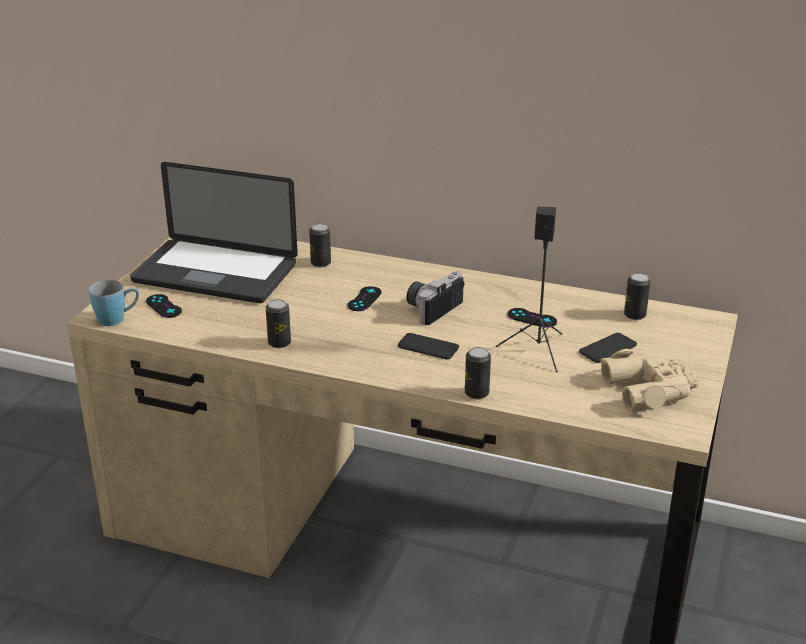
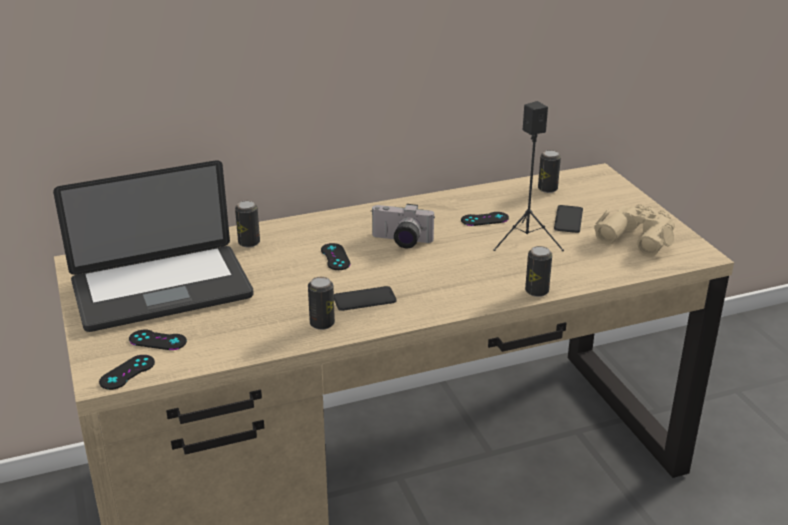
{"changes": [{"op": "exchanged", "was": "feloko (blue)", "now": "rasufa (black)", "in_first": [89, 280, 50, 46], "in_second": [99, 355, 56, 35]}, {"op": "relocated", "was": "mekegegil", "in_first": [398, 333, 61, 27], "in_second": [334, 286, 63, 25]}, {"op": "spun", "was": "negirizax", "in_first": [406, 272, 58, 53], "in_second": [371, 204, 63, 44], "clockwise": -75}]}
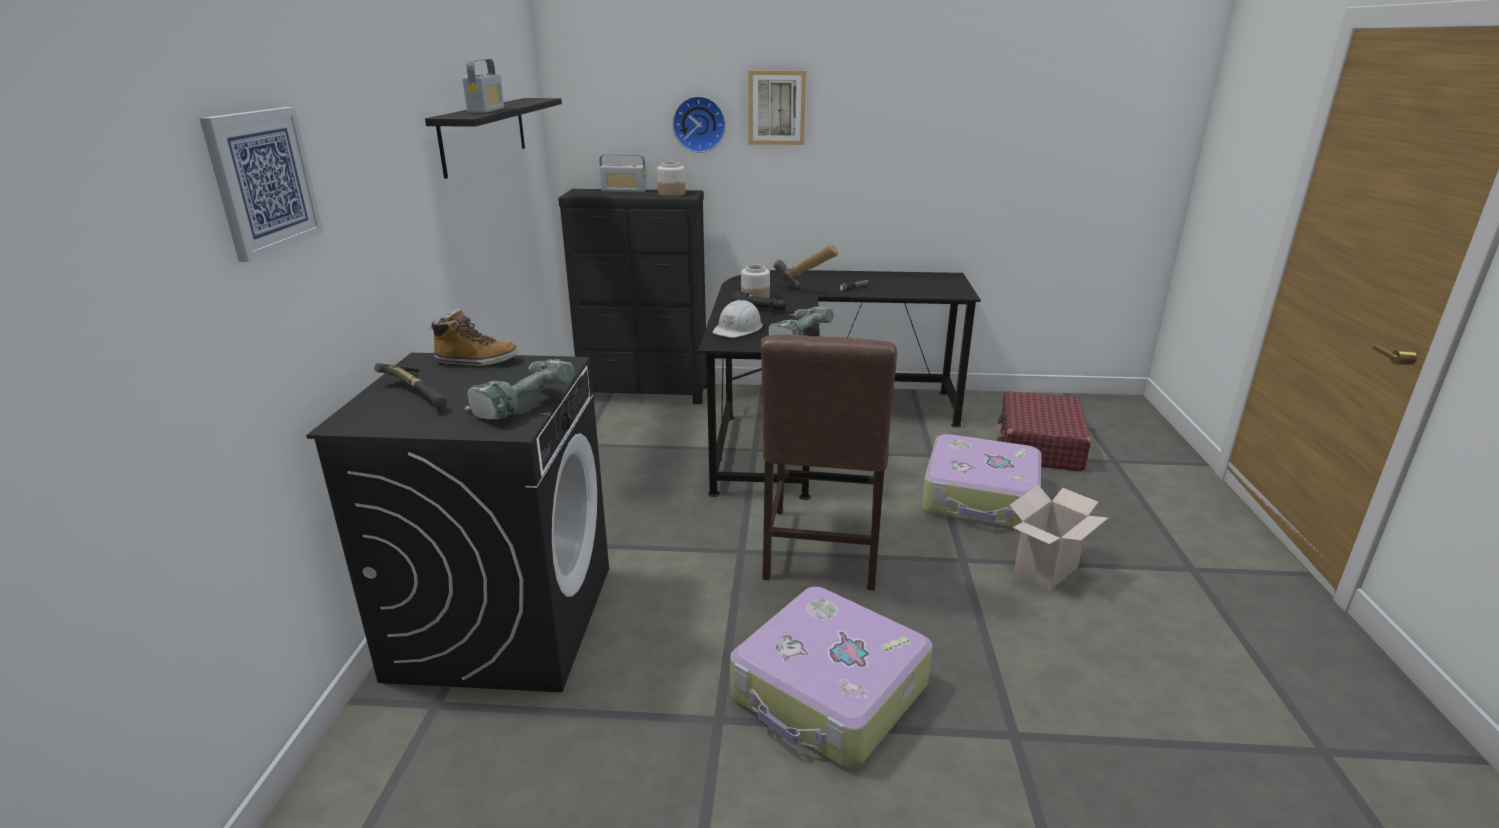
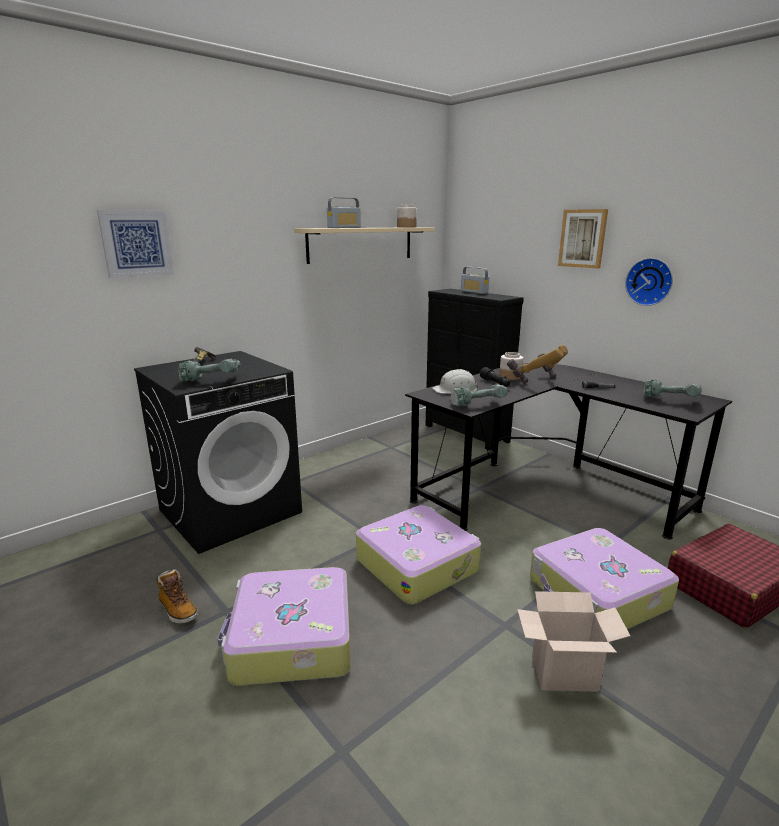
{"changes": [{"op": "relocated", "was": "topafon", "in_first": [429, 308, 90, 59], "in_second": [156, 569, 42, 55]}, {"op": "colour", "was": "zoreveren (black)", "now": "zoreveren (beige)", "in_first": [425, 98, 137, 81], "in_second": [294, 227, 141, 37]}, {"op": "exchanged", "was": "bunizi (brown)", "now": "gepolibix", "in_first": [761, 334, 136, 256], "in_second": [356, 505, 125, 100]}, {"op": "relocated", "was": "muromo", "in_first": [657, 162, 29, 34], "in_second": [397, 204, 20, 23]}, {"op": "appeared", "now": "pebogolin", "in_second": [507, 348, 57, 35]}, {"op": "relocated", "was": "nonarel", "in_first": [672, 96, 54, 57], "in_second": [625, 258, 48, 48]}, {"op": "appeared", "now": "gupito", "in_second": [643, 379, 59, 19]}]}
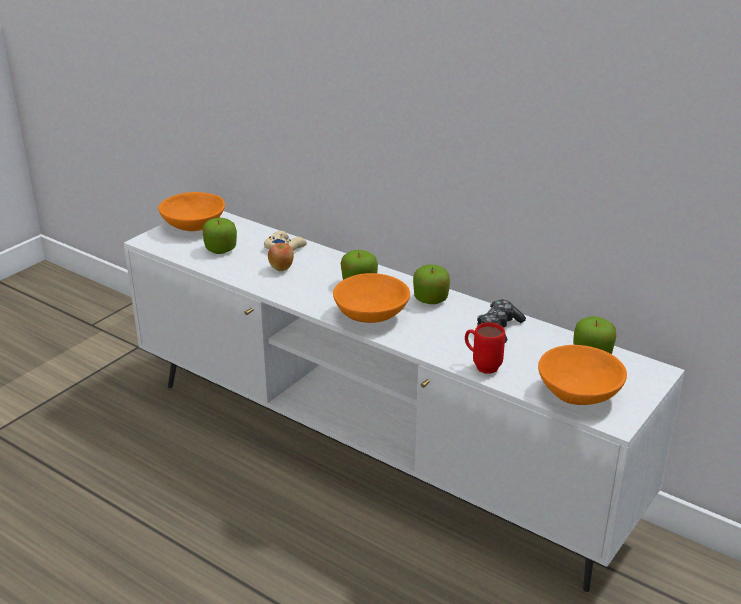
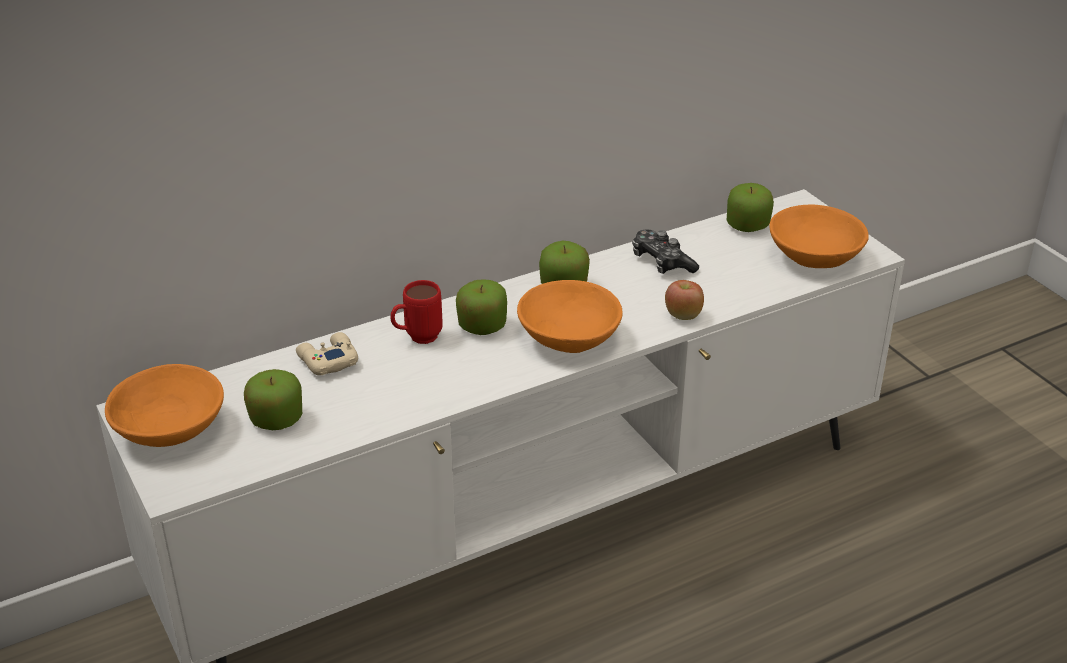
{"changes": [{"op": "relocated", "was": "feloko (red)", "in_first": [465, 322, 40, 52], "in_second": [390, 280, 53, 64]}, {"op": "relocated", "was": "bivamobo", "in_first": [268, 243, 26, 28], "in_second": [665, 280, 39, 40]}]}
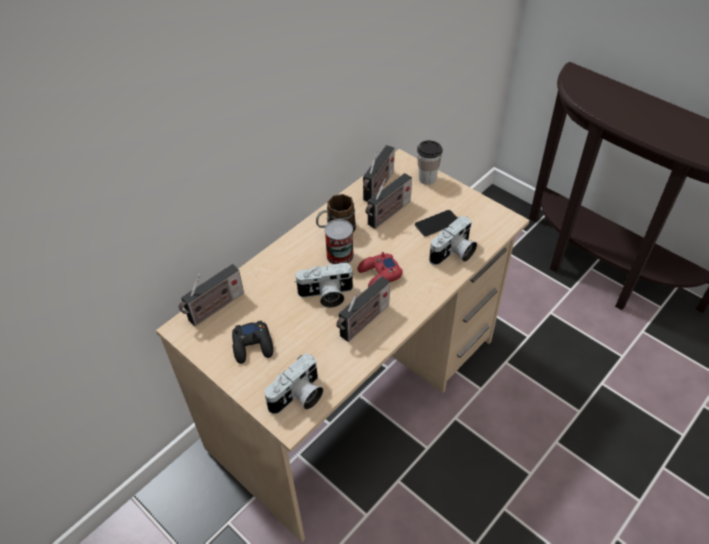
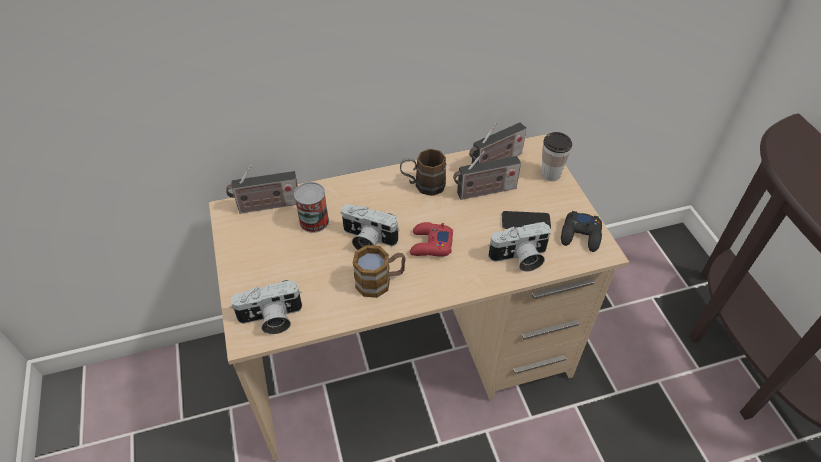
{"changes": [{"op": "relocated", "was": "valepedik", "in_first": [325, 219, 29, 45], "in_second": [294, 182, 35, 51]}, {"op": "exchanged", "was": "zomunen", "now": "feloko", "in_first": [336, 276, 54, 66], "in_second": [353, 245, 52, 53]}, {"op": "relocated", "was": "rasufa (black)", "in_first": [232, 320, 41, 44], "in_second": [561, 211, 41, 41]}]}
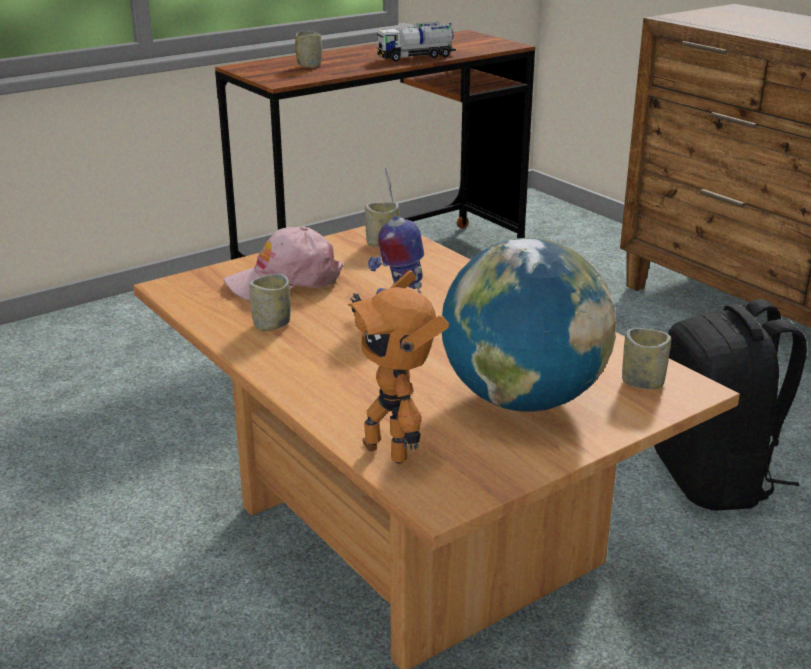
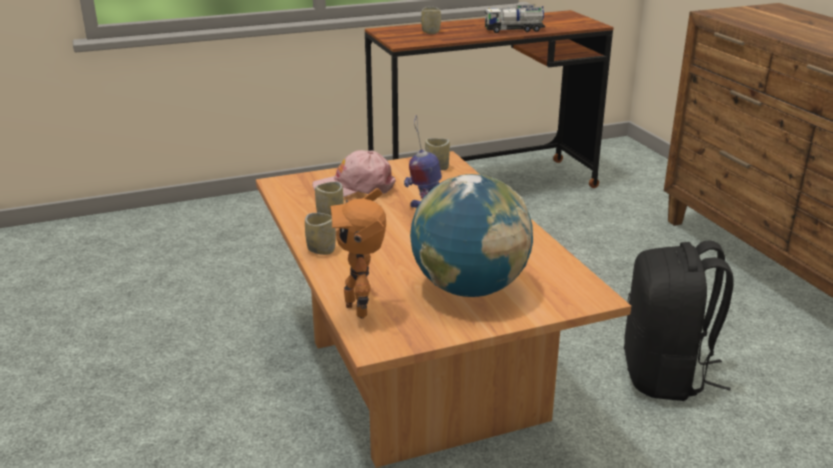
{"changes": [{"op": "relocated", "was": "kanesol", "in_first": [622, 328, 49, 61], "in_second": [305, 213, 31, 42]}]}
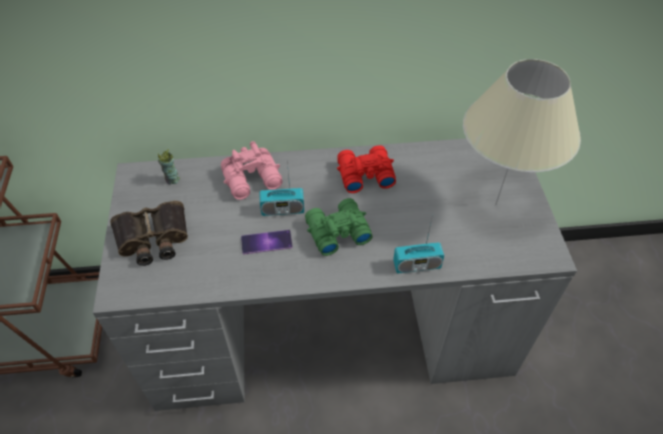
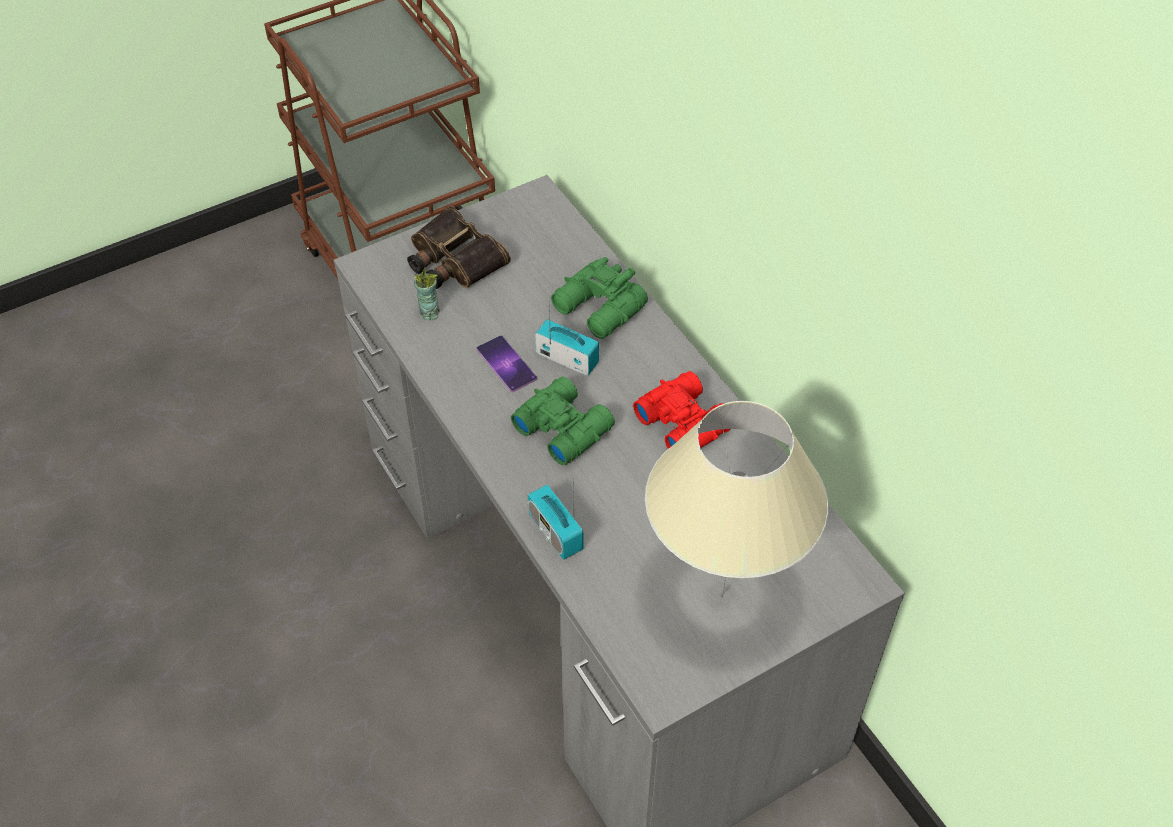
{"changes": [{"op": "relocated", "was": "kanesol", "in_first": [158, 149, 22, 36], "in_second": [414, 269, 26, 51]}, {"op": "spun", "was": "zomunen", "in_first": [260, 161, 44, 55], "in_second": [535, 308, 64, 68], "clockwise": 150}, {"op": "colour", "was": "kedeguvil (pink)", "now": "kedeguvil (green)", "in_first": [221, 141, 62, 59], "in_second": [551, 257, 97, 82]}]}
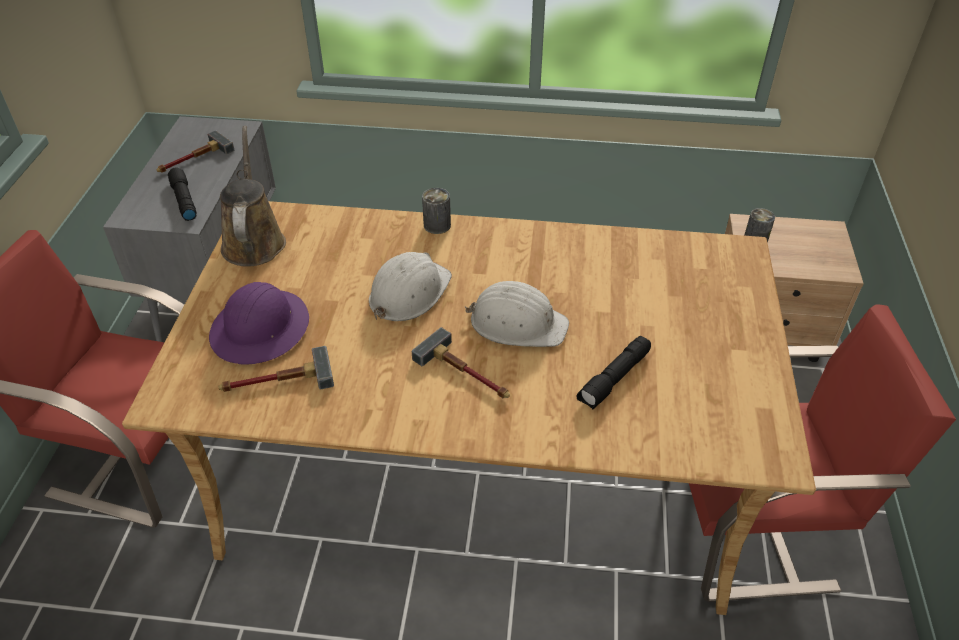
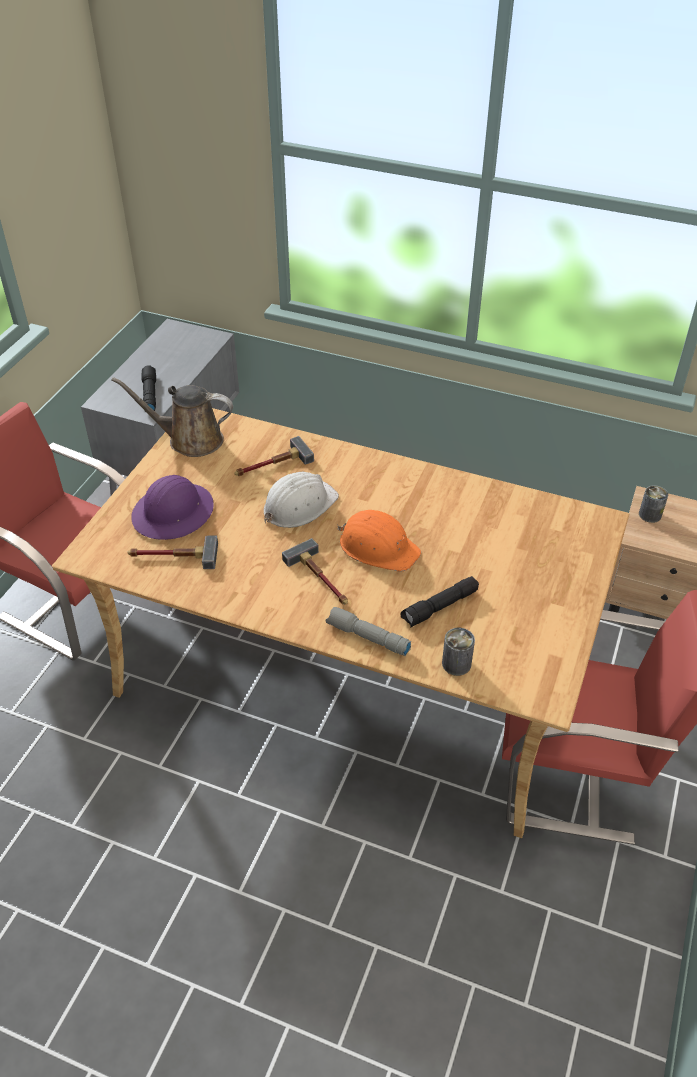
{"changes": [{"op": "spun", "was": "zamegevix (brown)", "in_first": [220, 126, 66, 141], "in_second": [111, 377, 122, 80], "clockwise": -90}, {"op": "relocated", "was": "pebogolin", "in_first": [156, 130, 79, 43], "in_second": [234, 436, 80, 40]}, {"op": "appeared", "now": "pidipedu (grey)", "in_second": [325, 607, 86, 49]}, {"op": "colour", "was": "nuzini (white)", "now": "nuzini (orange)", "in_first": [465, 281, 104, 66], "in_second": [338, 510, 83, 62]}, {"op": "relocated", "was": "valepedik", "in_first": [422, 188, 29, 46], "in_second": [442, 628, 33, 48]}]}
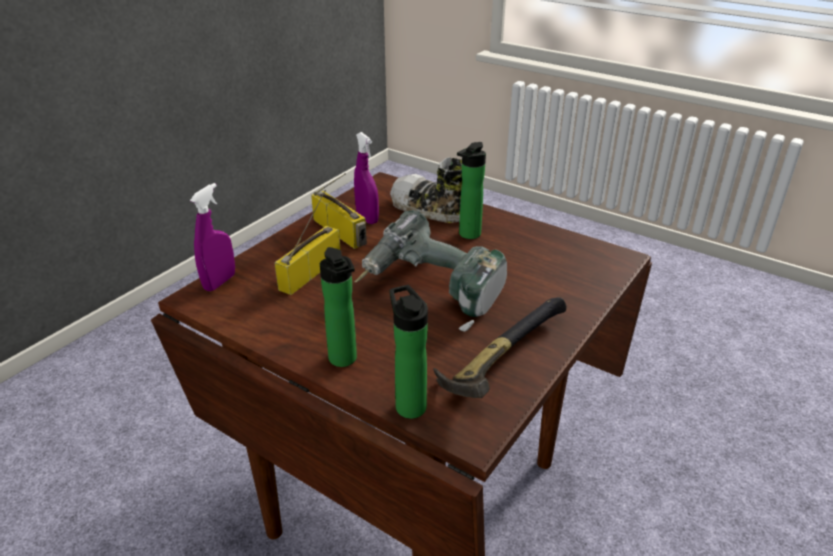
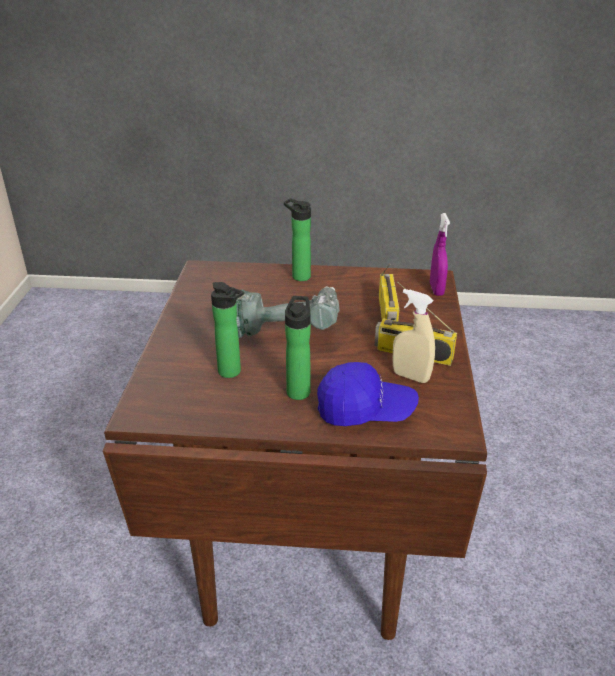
{"changes": [{"op": "relocated", "was": "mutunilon", "in_first": [390, 285, 38, 134], "in_second": [211, 282, 33, 96]}, {"op": "exchanged", "was": "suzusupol", "now": "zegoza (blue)", "in_first": [390, 157, 72, 66], "in_second": [317, 362, 102, 64]}, {"op": "colour", "was": "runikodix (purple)", "now": "runikodix (beige)", "in_first": [354, 132, 25, 92], "in_second": [392, 289, 43, 94]}, {"op": "missing", "was": "pebogolin", "in_first": [433, 297, 134, 101]}]}
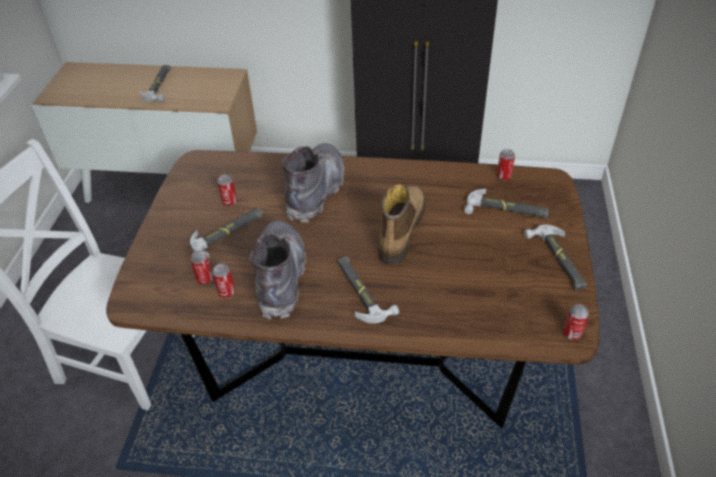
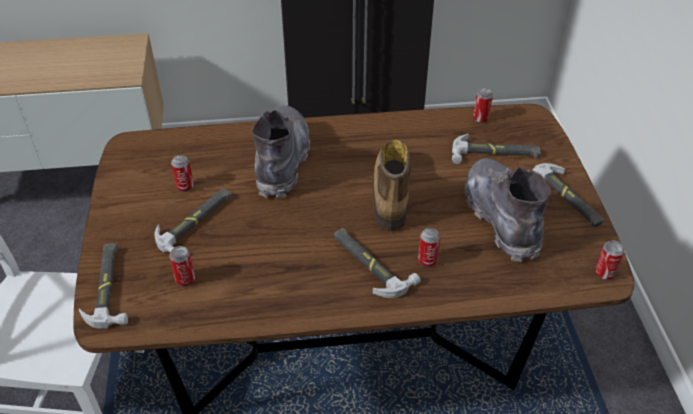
{"changes": [{"op": "relocated", "was": "pebogolin", "in_first": [139, 65, 32, 37], "in_second": [79, 243, 49, 86]}, {"op": "relocated", "was": "valepedik", "in_first": [213, 263, 22, 35], "in_second": [418, 228, 22, 39]}, {"op": "relocated", "was": "topafon (grey)", "in_first": [250, 221, 56, 99], "in_second": [464, 158, 87, 104]}]}
